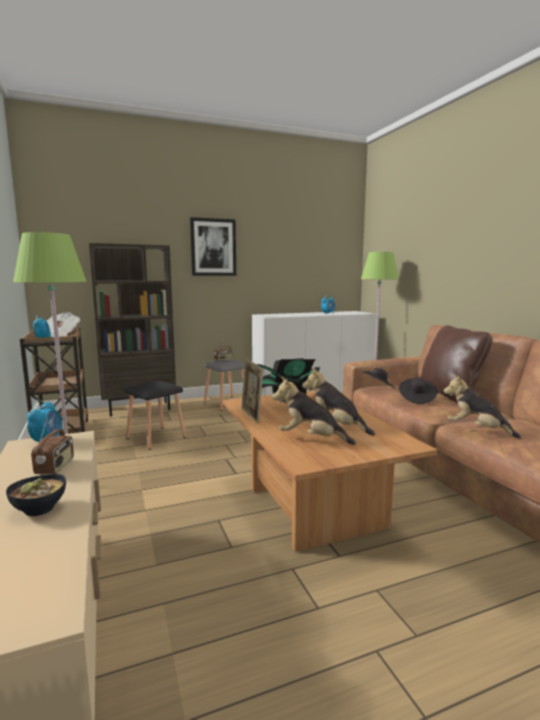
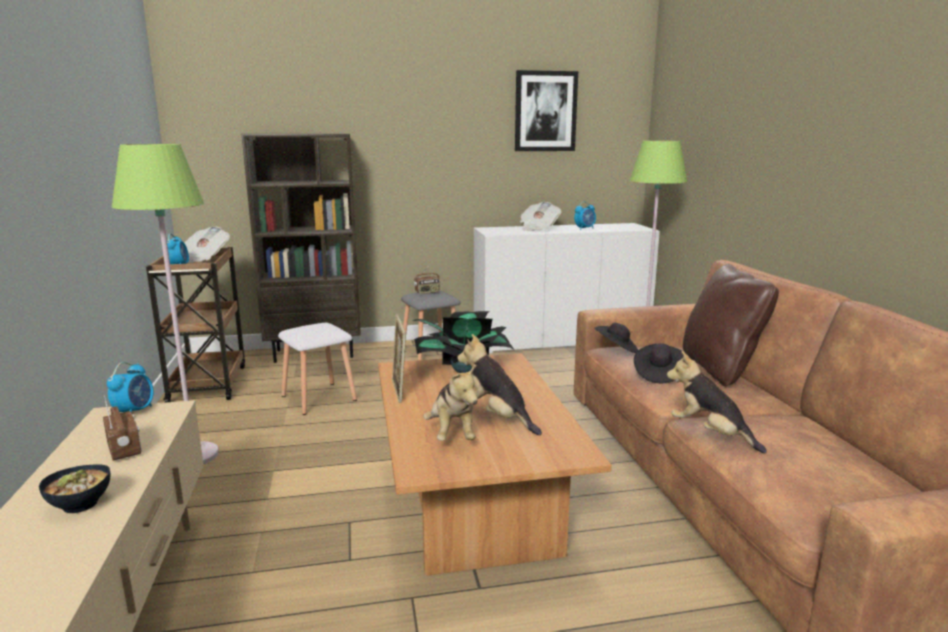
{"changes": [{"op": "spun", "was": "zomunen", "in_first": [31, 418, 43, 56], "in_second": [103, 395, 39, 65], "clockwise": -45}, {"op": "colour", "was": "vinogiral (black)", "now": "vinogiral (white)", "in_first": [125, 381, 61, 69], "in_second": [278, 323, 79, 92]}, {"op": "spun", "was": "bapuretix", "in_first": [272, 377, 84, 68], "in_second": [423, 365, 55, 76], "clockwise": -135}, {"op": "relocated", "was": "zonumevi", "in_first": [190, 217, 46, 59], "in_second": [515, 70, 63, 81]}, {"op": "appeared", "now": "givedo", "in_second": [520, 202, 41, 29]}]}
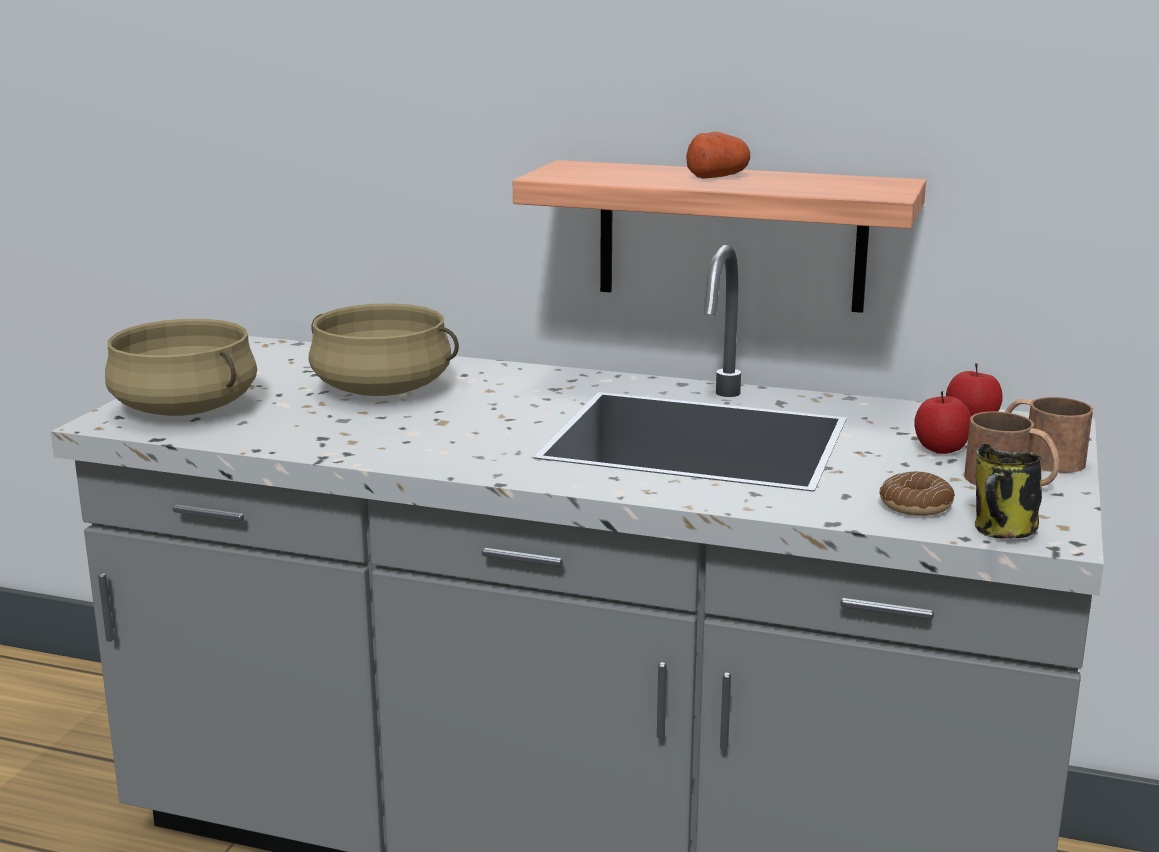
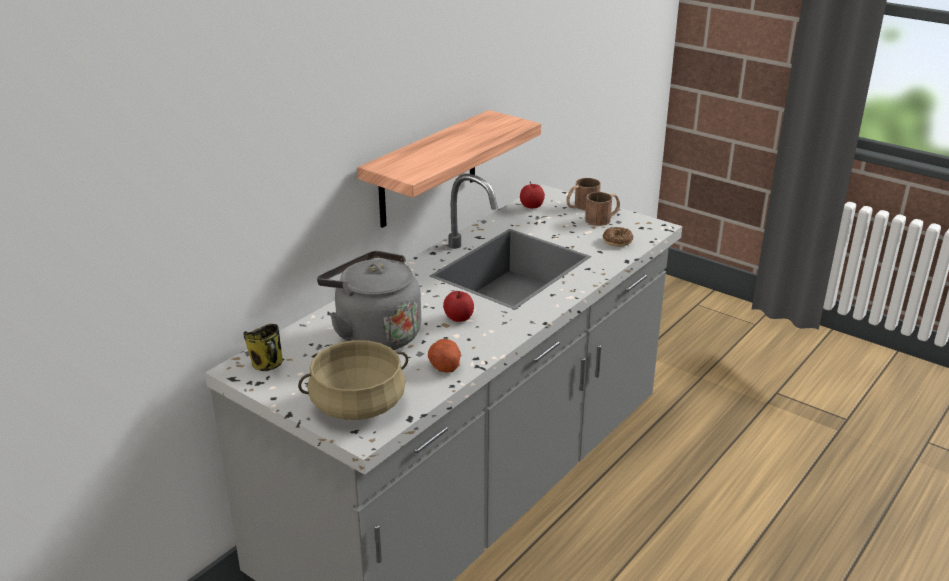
{"changes": [{"op": "relocated", "was": "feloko", "in_first": [975, 444, 67, 95], "in_second": [243, 324, 40, 47]}, {"op": "exchanged", "was": "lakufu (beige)", "now": "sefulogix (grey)", "in_first": [308, 303, 151, 93], "in_second": [317, 251, 104, 99]}, {"op": "relocated", "was": "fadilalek", "in_first": [686, 132, 64, 47], "in_second": [428, 339, 33, 34]}, {"op": "relocated", "was": "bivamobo", "in_first": [914, 391, 57, 63], "in_second": [443, 291, 31, 31]}]}
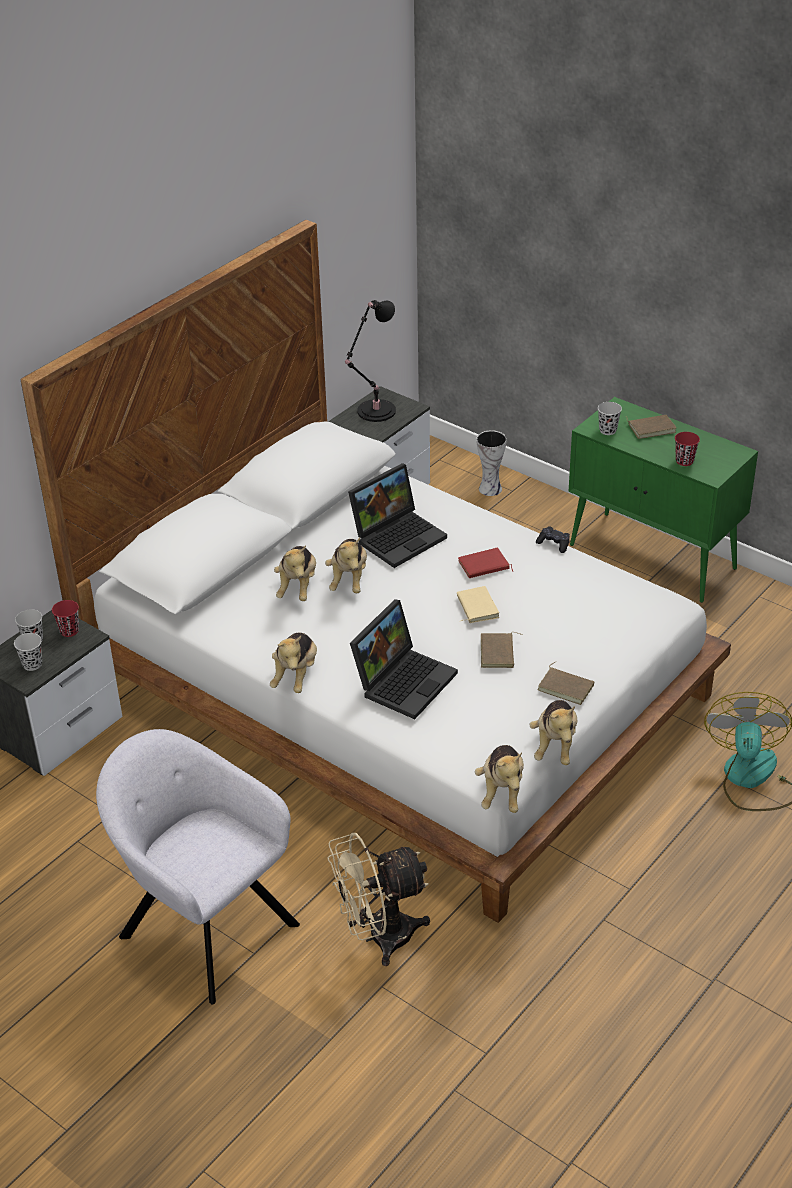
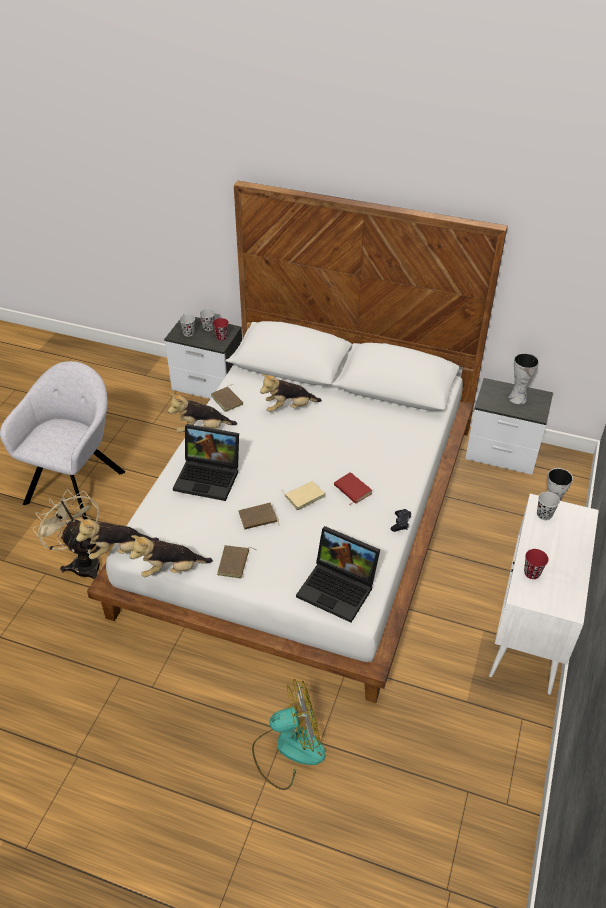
{"changes": [{"op": "relocated", "was": "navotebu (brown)", "in_first": [626, 415, 51, 24], "in_second": [211, 385, 32, 27]}, {"op": "relocated", "was": "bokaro", "in_first": [348, 463, 99, 105], "in_second": [296, 526, 84, 96]}, {"op": "colour", "was": "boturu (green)", "now": "boturu (white)", "in_first": [568, 397, 190, 206], "in_second": [489, 494, 110, 201]}, {"op": "exchanged", "was": "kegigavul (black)", "now": "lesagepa", "in_first": [345, 300, 51, 122], "in_second": [508, 353, 31, 51]}, {"op": "missing", "was": "bapuretix", "in_first": [325, 538, 42, 55]}]}
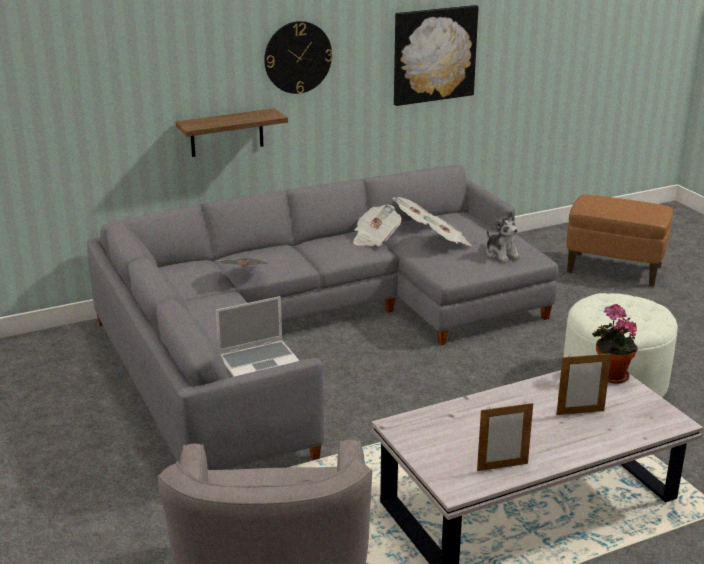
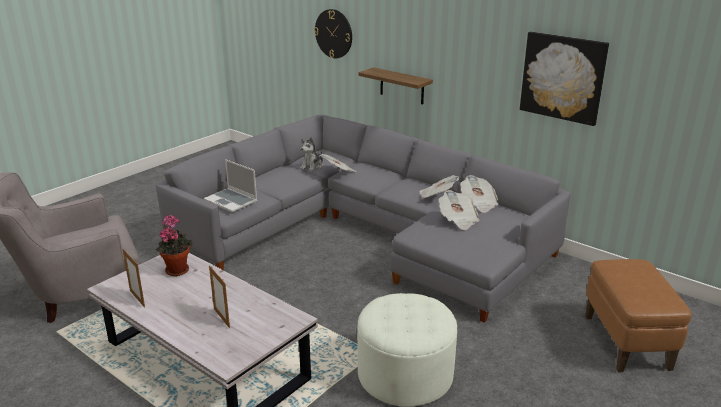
{"changes": [{"op": "relocated", "was": "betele", "in_first": [592, 304, 46, 80], "in_second": [156, 215, 37, 61]}, {"op": "relocated", "was": "bapuretix", "in_first": [486, 212, 34, 50], "in_second": [300, 137, 23, 35]}, {"op": "relocated", "was": "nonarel", "in_first": [264, 21, 68, 73], "in_second": [314, 9, 38, 49]}]}
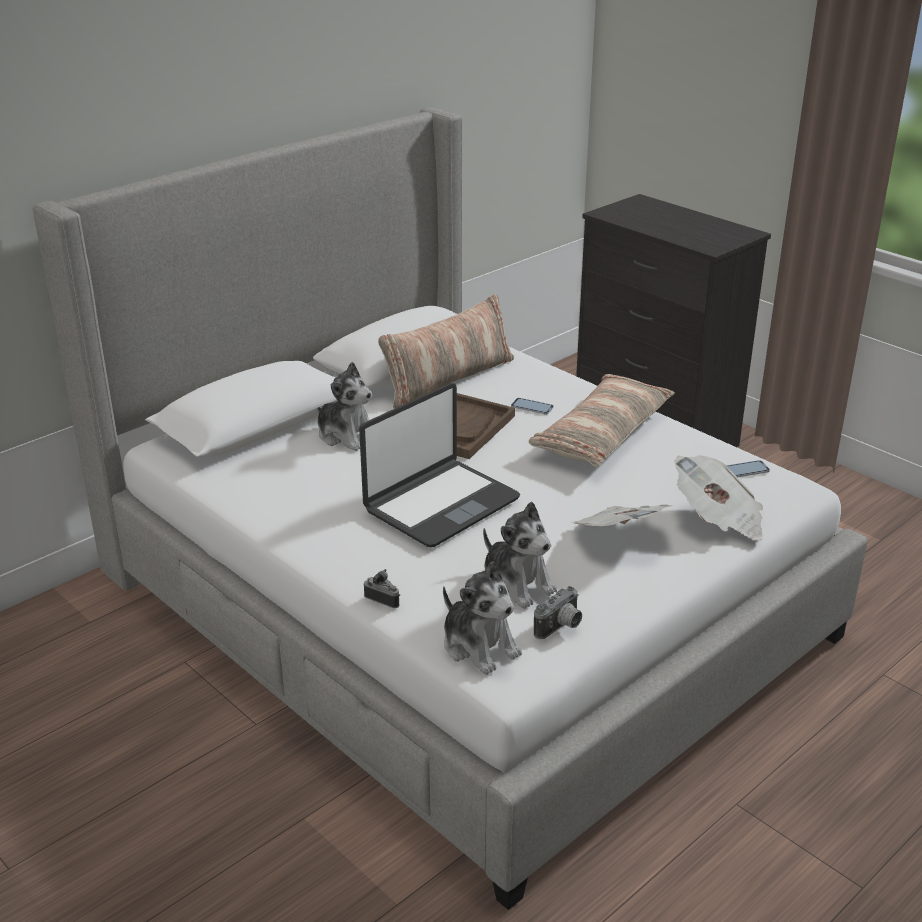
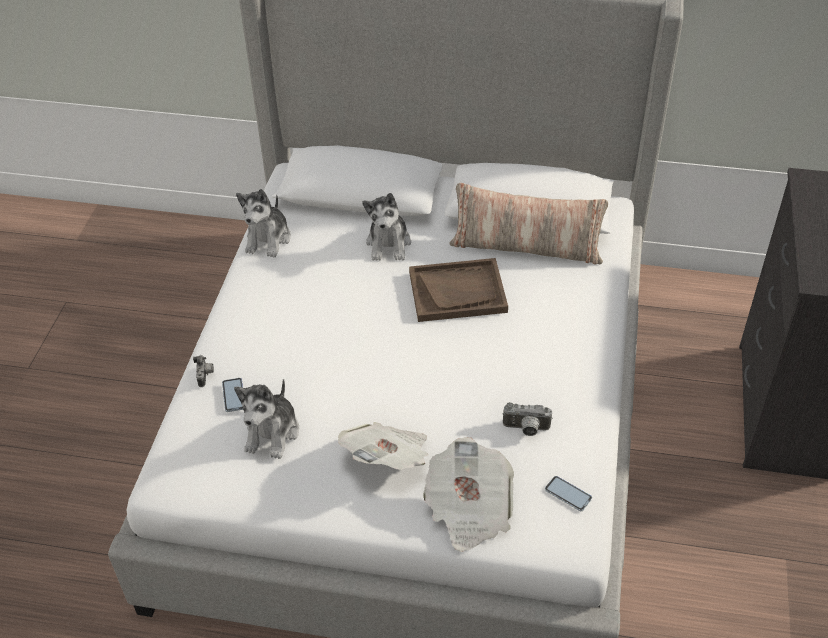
{"changes": [{"op": "relocated", "was": "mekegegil", "in_first": [511, 398, 43, 17], "in_second": [222, 378, 21, 34]}, {"op": "relocated", "was": "bapuretix", "in_first": [443, 561, 79, 114], "in_second": [236, 189, 55, 68]}, {"op": "relocated", "was": "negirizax", "in_first": [534, 586, 48, 53], "in_second": [503, 402, 50, 34]}, {"op": "missing", "was": "bokaro", "in_first": [359, 383, 161, 164]}, {"op": "missing", "was": "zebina", "in_first": [529, 374, 146, 93]}]}
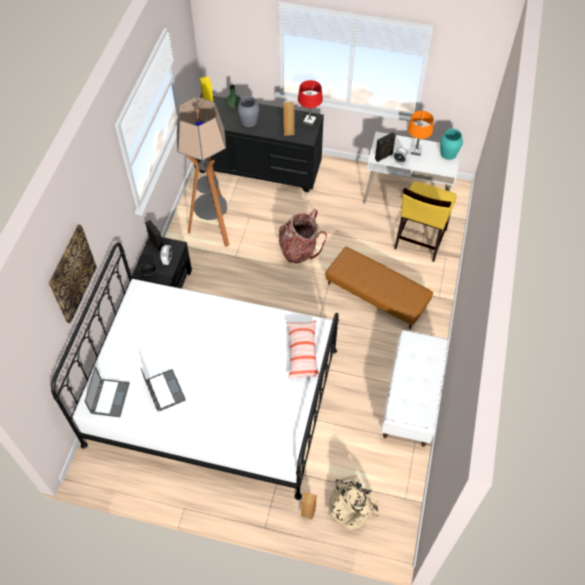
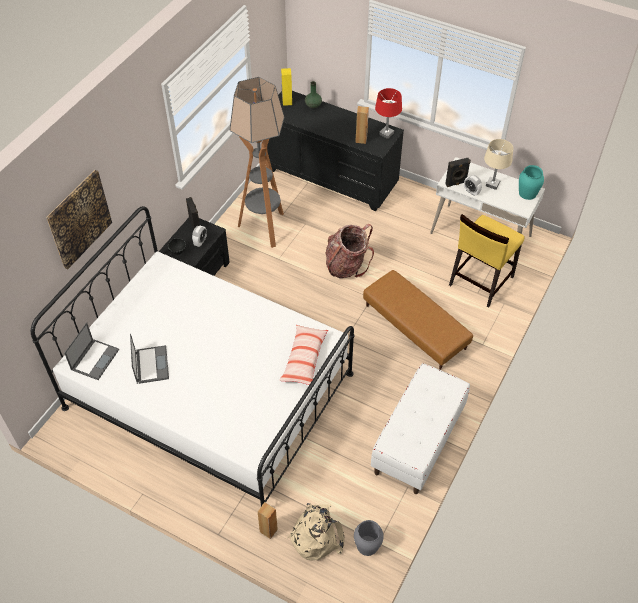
{"changes": [{"op": "relocated", "was": "lesagepa (grey)", "in_first": [237, 96, 22, 31], "in_second": [354, 520, 30, 36]}, {"op": "colour", "was": "kegigavul (orange)", "now": "kegigavul (beige)", "in_first": [408, 111, 26, 45], "in_second": [484, 139, 29, 51]}]}
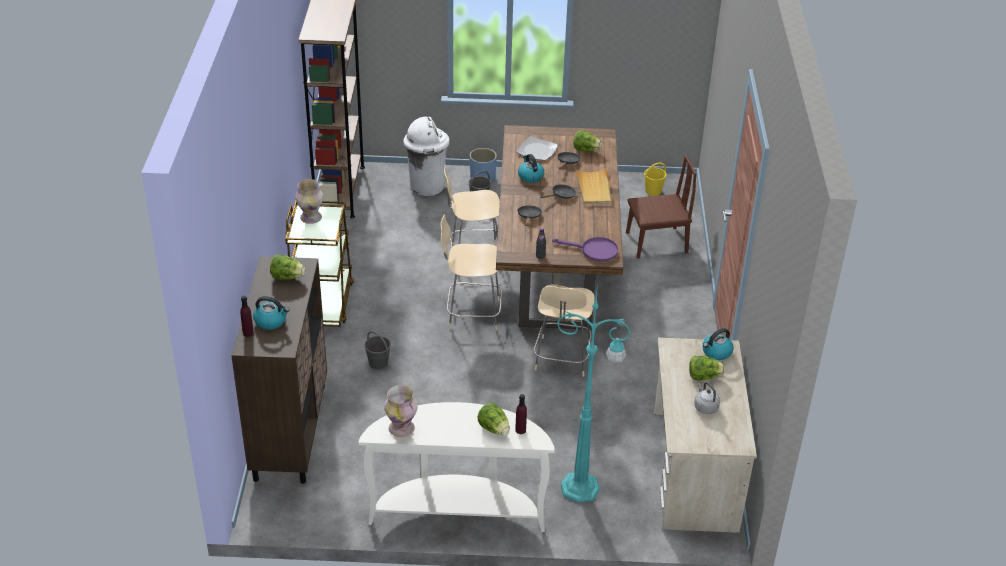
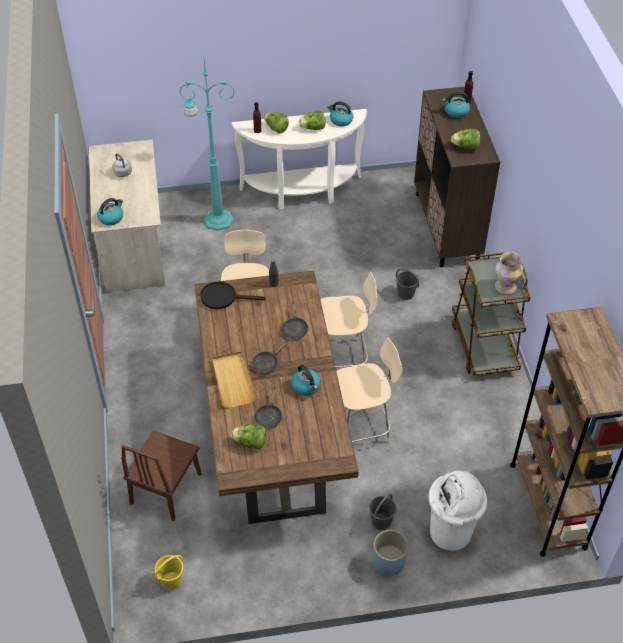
{"changes": [{"op": "spun", "was": "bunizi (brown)", "in_first": [626, 155, 70, 104], "in_second": [121, 430, 81, 91], "clockwise": -45}, {"op": "colour", "was": "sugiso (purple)", "now": "sugiso (black)", "in_first": [552, 237, 66, 25], "in_second": [200, 282, 66, 27]}, {"op": "relocated", "was": "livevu", "in_first": [689, 356, 36, 25], "in_second": [299, 111, 27, 19]}, {"op": "exchanged", "was": "lesagepa", "now": "sefulogix", "in_first": [384, 385, 34, 52], "in_second": [327, 101, 26, 25]}, {"op": "missing", "was": "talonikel", "in_first": [516, 137, 42, 23]}]}
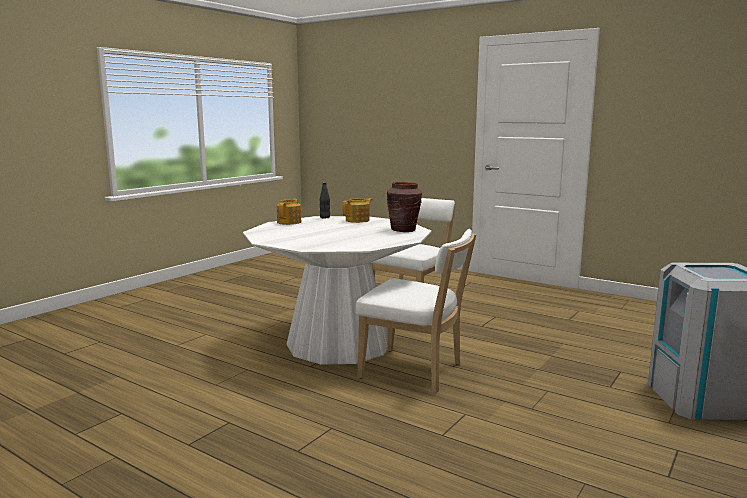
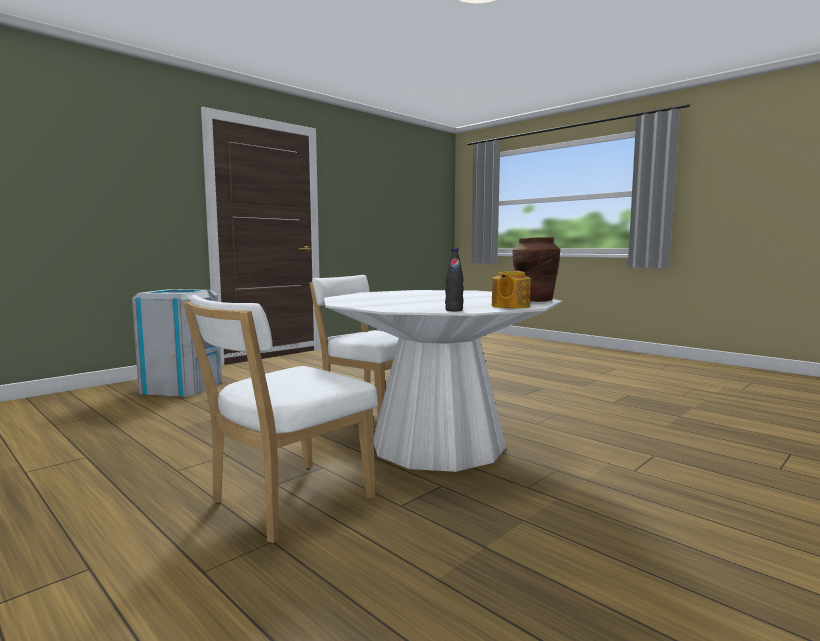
{"changes": [{"op": "relocated", "was": "lesagepa (brown)", "in_first": [387, 182, 35, 50], "in_second": [512, 237, 49, 65]}, {"op": "missing", "was": "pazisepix", "in_first": [343, 198, 30, 25]}]}
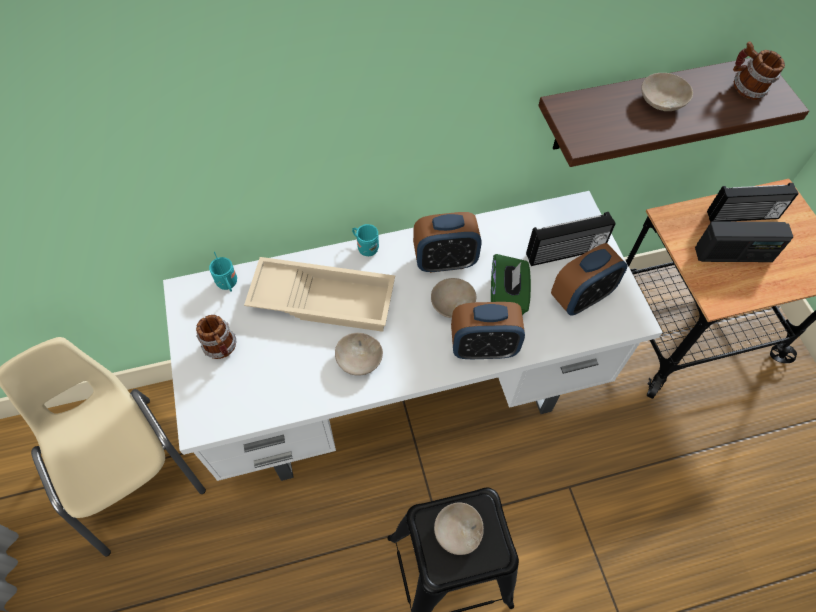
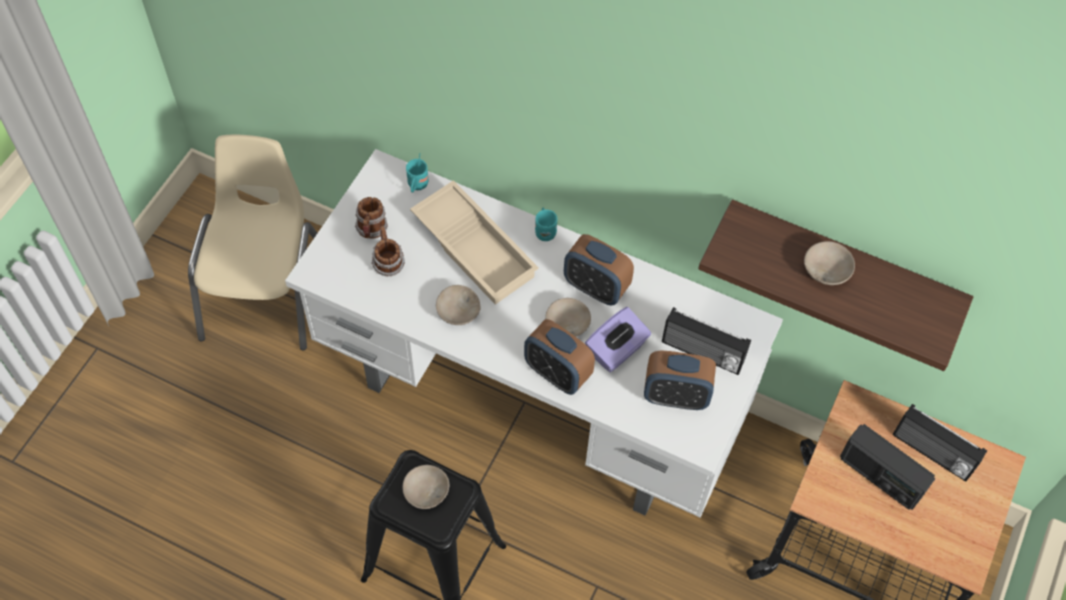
{"changes": [{"op": "relocated", "was": "feloko", "in_first": [733, 42, 52, 58], "in_second": [371, 225, 34, 51]}, {"op": "colour", "was": "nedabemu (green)", "now": "nedabemu (purple)", "in_first": [491, 254, 40, 61], "in_second": [585, 307, 66, 65]}]}
